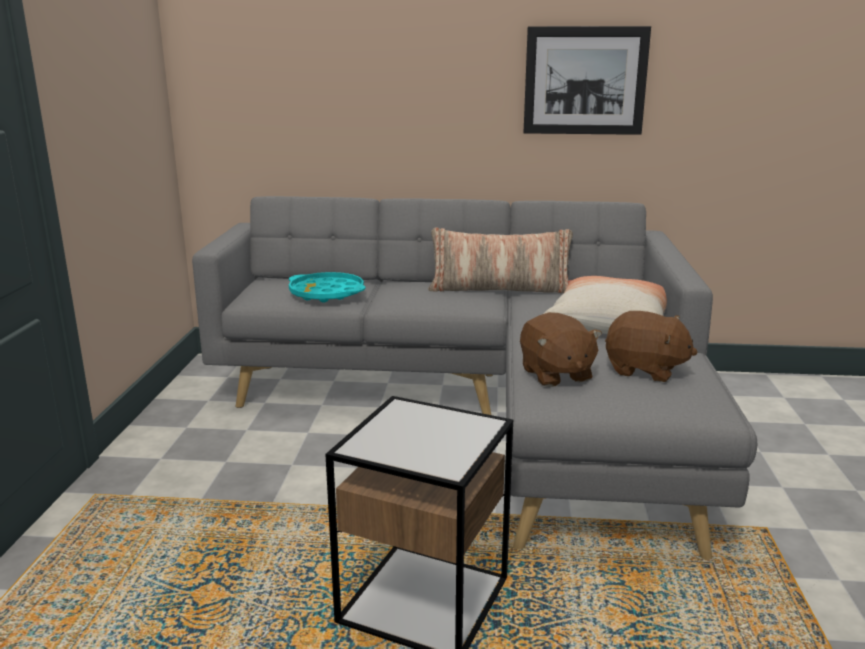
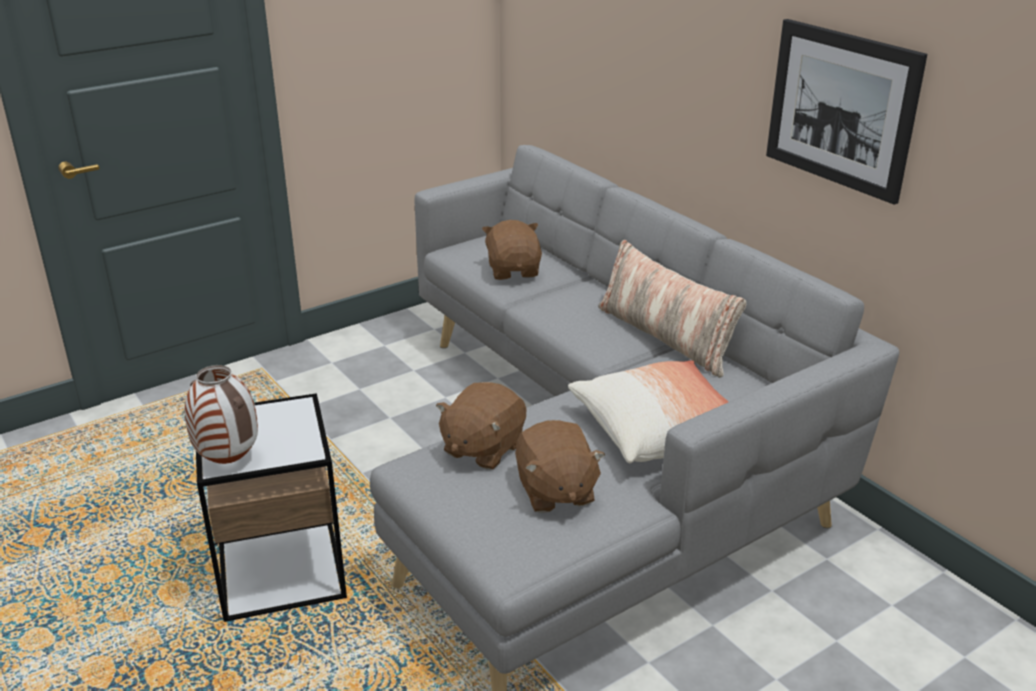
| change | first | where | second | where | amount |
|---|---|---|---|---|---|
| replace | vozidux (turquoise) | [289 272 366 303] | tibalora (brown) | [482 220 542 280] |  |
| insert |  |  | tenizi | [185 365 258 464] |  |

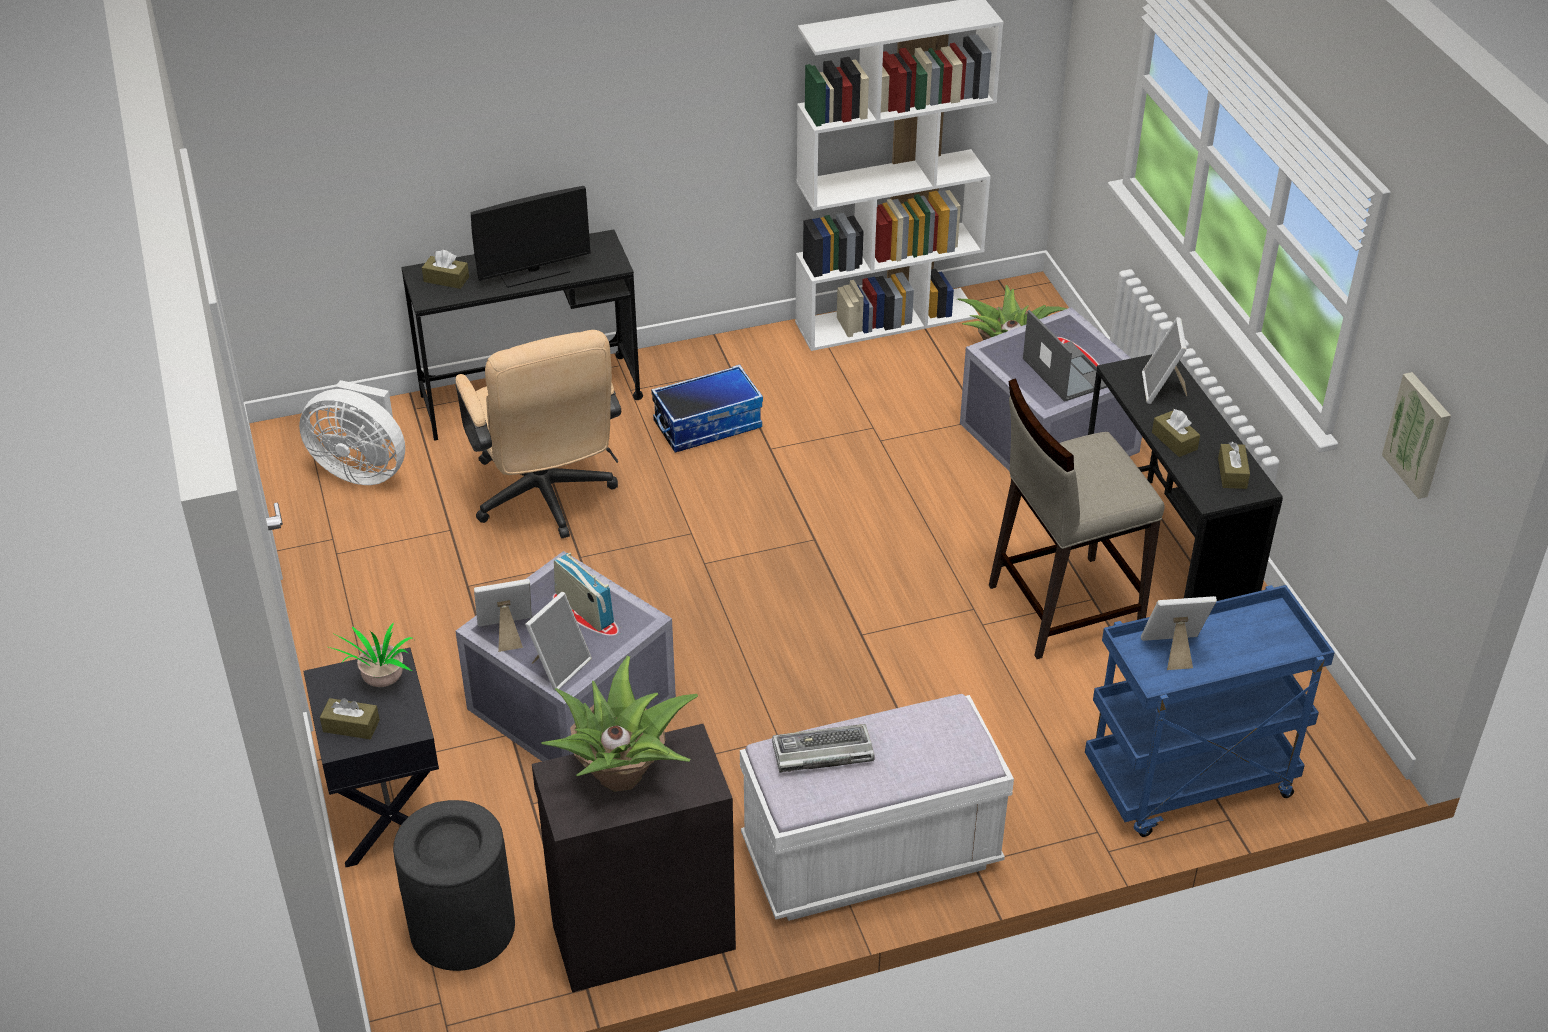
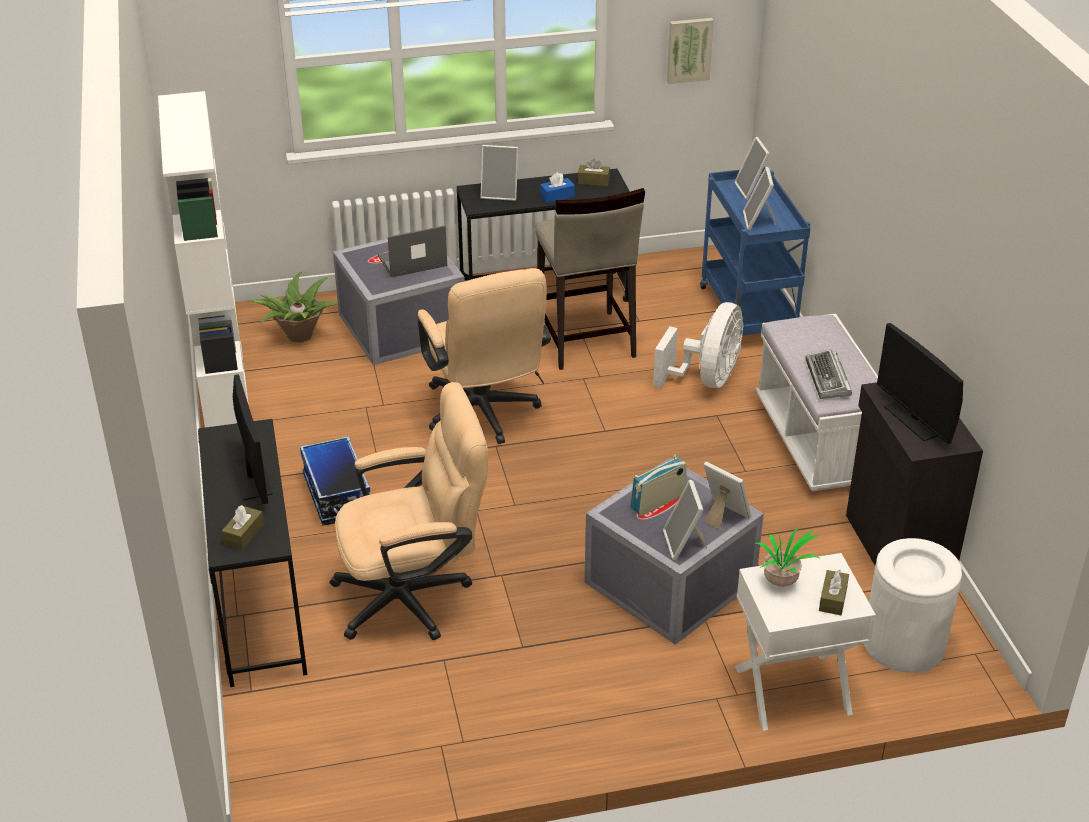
| change | first | where | second | where | amount |
|---|---|---|---|---|---|
| move | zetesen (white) | [299 380 405 485] |  | [653 302 743 388] |  |
| recolor | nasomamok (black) | [303 647 439 867] | nasomamok (white) | [735 553 876 731] |  |
| recolor | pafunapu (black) | [393 800 515 971] | pafunapu (white) | [864 538 962 673] |  |
| replace | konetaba | [541 656 698 792] | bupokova | [877 323 963 445] |  |
| recolor | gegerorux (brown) | [1152 409 1200 457] | gegerorux (blue) | [540 172 575 203] |  |
| insert |  |  | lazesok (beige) | [417 268 551 444] |  |
| insert |  |  | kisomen | [734 137 770 200] |  |

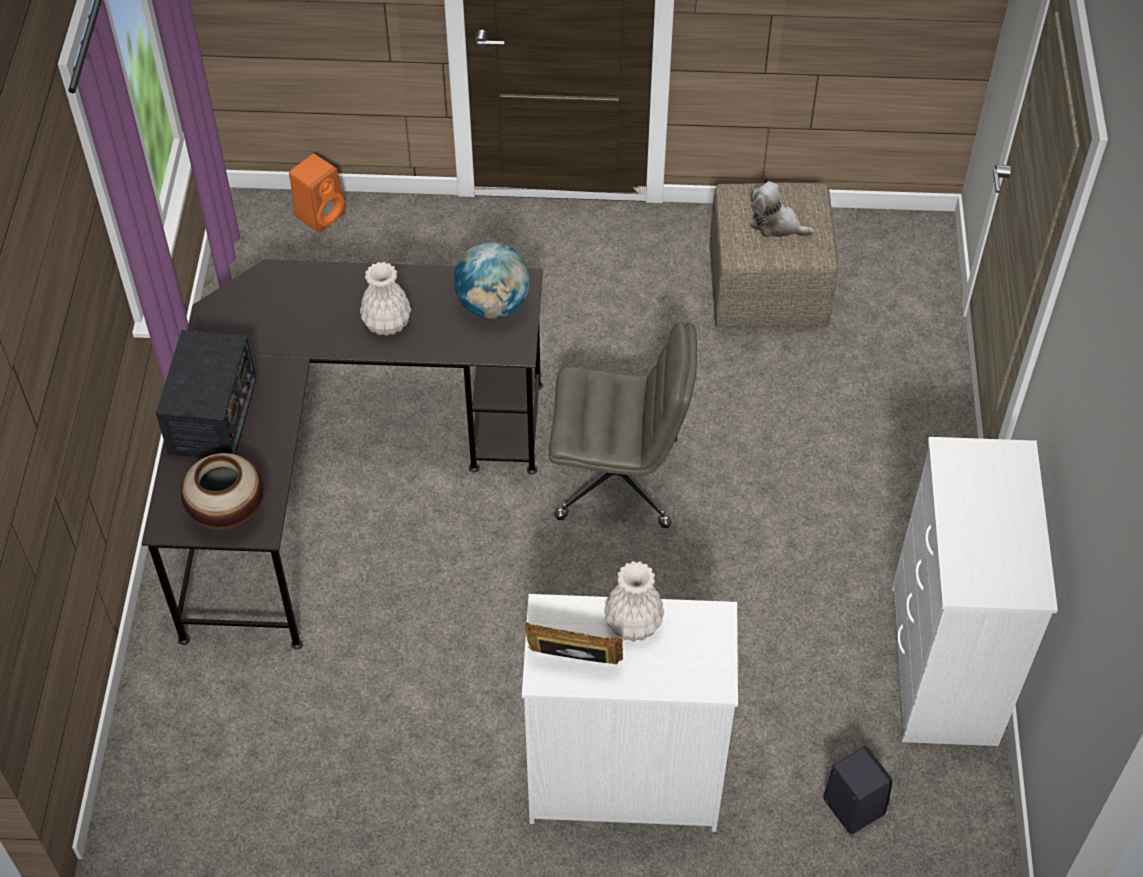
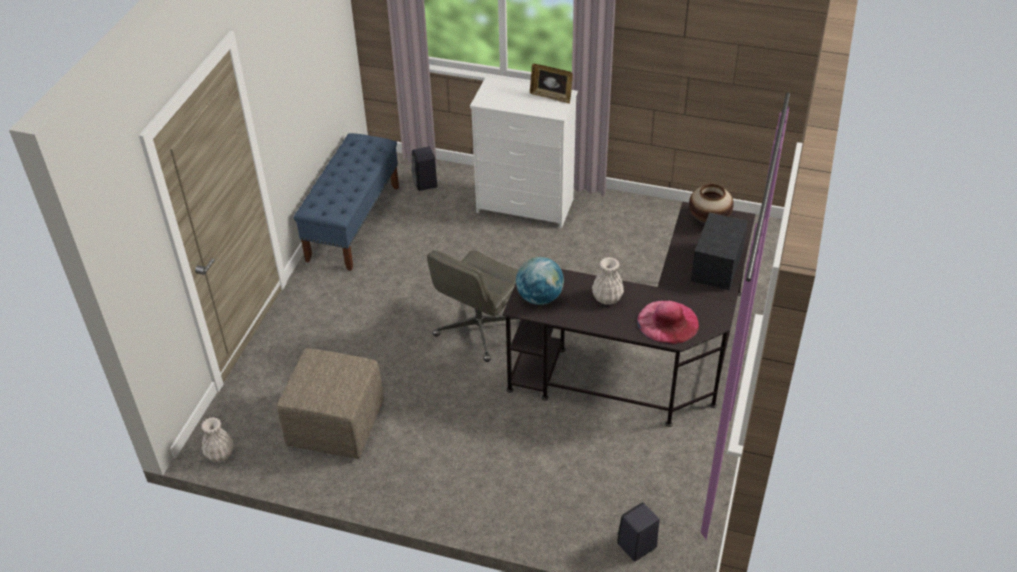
| change | first | where | second | where | amount |
|---|---|---|---|---|---|
| recolor | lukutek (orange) | [289 154 345 233] | lukutek (black) | [617 502 660 561] |  |
| rotate | lazesok (grey) | [549 322 697 528] |  | [427 250 521 362] | 75 degrees counterclockwise |
| move | tenizi (white) | [604 561 664 642] |  | [201 417 234 462] |  |
| delete | tibalora | [749 181 815 237] |  |  |  |
| replace | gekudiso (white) | [892 437 1058 746] | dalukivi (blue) | [294 133 399 271] |  |
| insert |  |  | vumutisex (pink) | [637 301 699 344] |  |

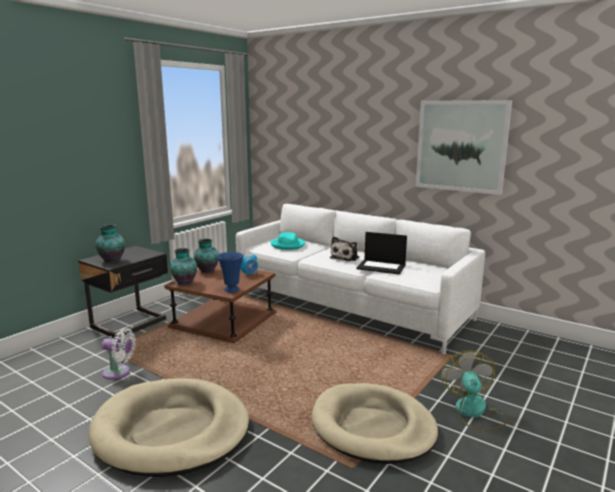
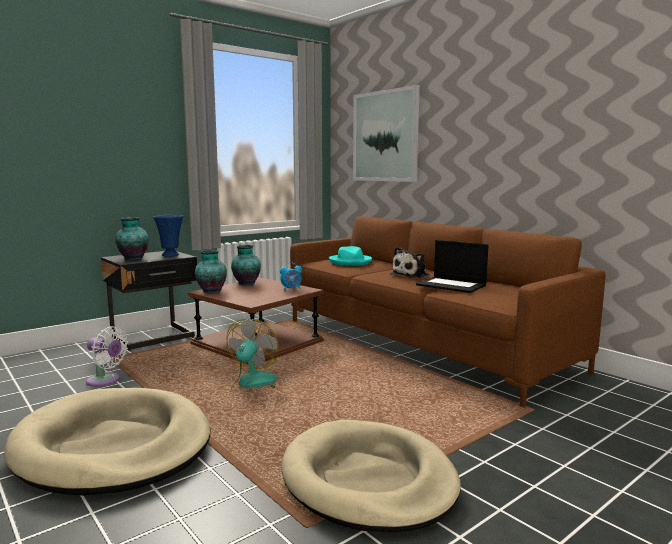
| change | first | where | second | where | amount |
|---|---|---|---|---|---|
| move | tenizi (blue) | [218 252 244 292] |  | [153 215 183 257] |  |
| recolor | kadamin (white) | [236 204 485 355] | kadamin (brown) | [290 216 605 407] |  |
| move | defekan | [416 100 512 195] |  | [353 85 420 182] |  |
| move | zetesen | [441 351 509 430] |  | [226 319 279 397] |  |

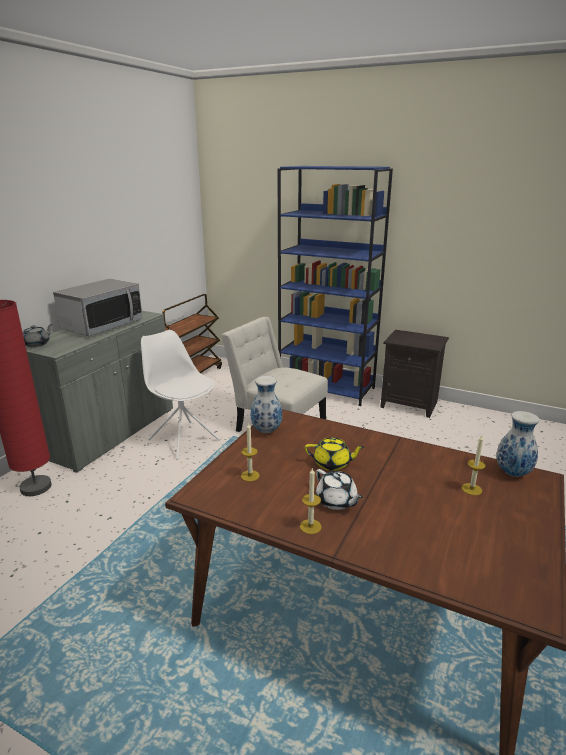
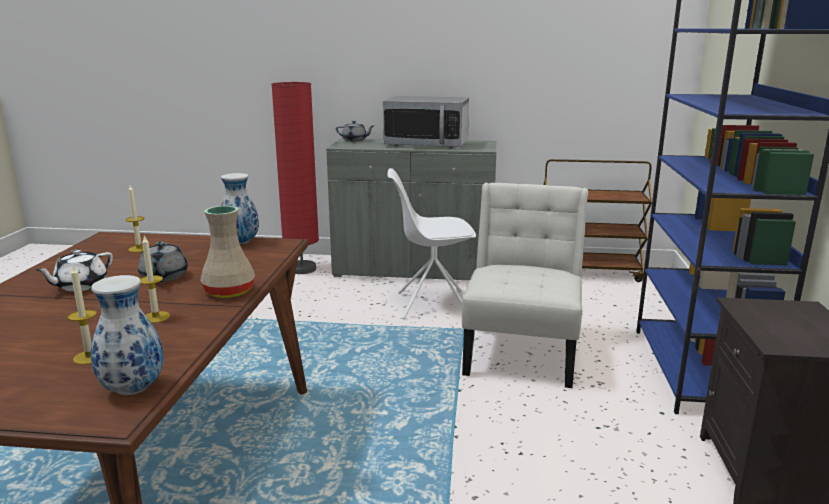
| change | first | where | second | where | amount |
|---|---|---|---|---|---|
| rotate | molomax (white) | [141 330 220 460] |  | [387 168 476 319] | 120 degrees counterclockwise |
| move | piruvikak | [300 467 322 534] |  | [140 235 170 323] |  |
| recolor | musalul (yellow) | [305 437 365 471] | musalul (grey) | [138 241 188 282] |  |
| insert |  |  | tenizi (beige) | [200 206 255 298] |  |

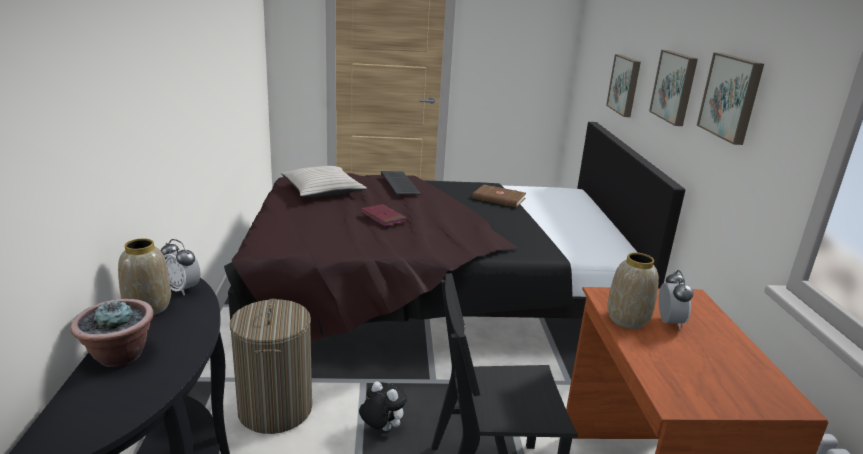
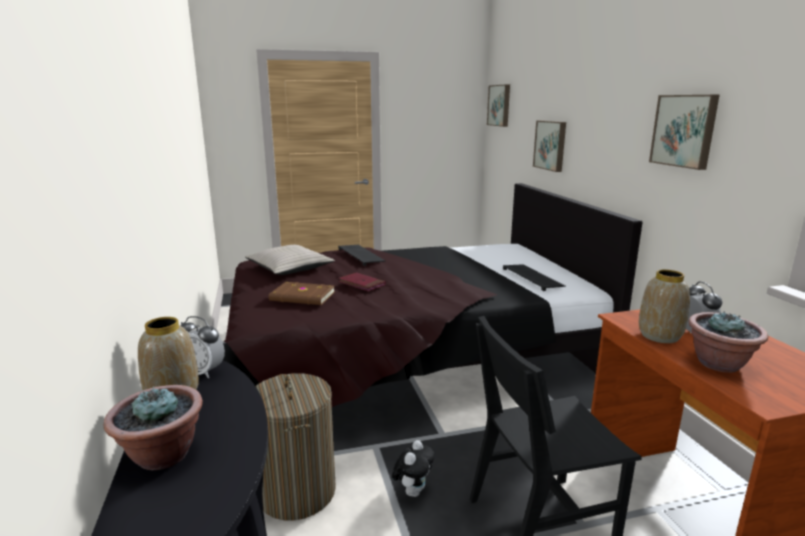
| change | first | where | second | where | amount |
|---|---|---|---|---|---|
| rotate | tibalora | [359 381 407 431] |  | [392 440 434 497] | 90 degrees clockwise |
| move | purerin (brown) | [472 184 526 208] |  | [269 282 335 305] |  |
| move | defekan | [649 50 698 126] |  | [487 84 510 127] |  |
| insert |  |  | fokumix | [503 264 566 291] |  |
| insert |  |  | konetaba | [689 311 769 373] |  |

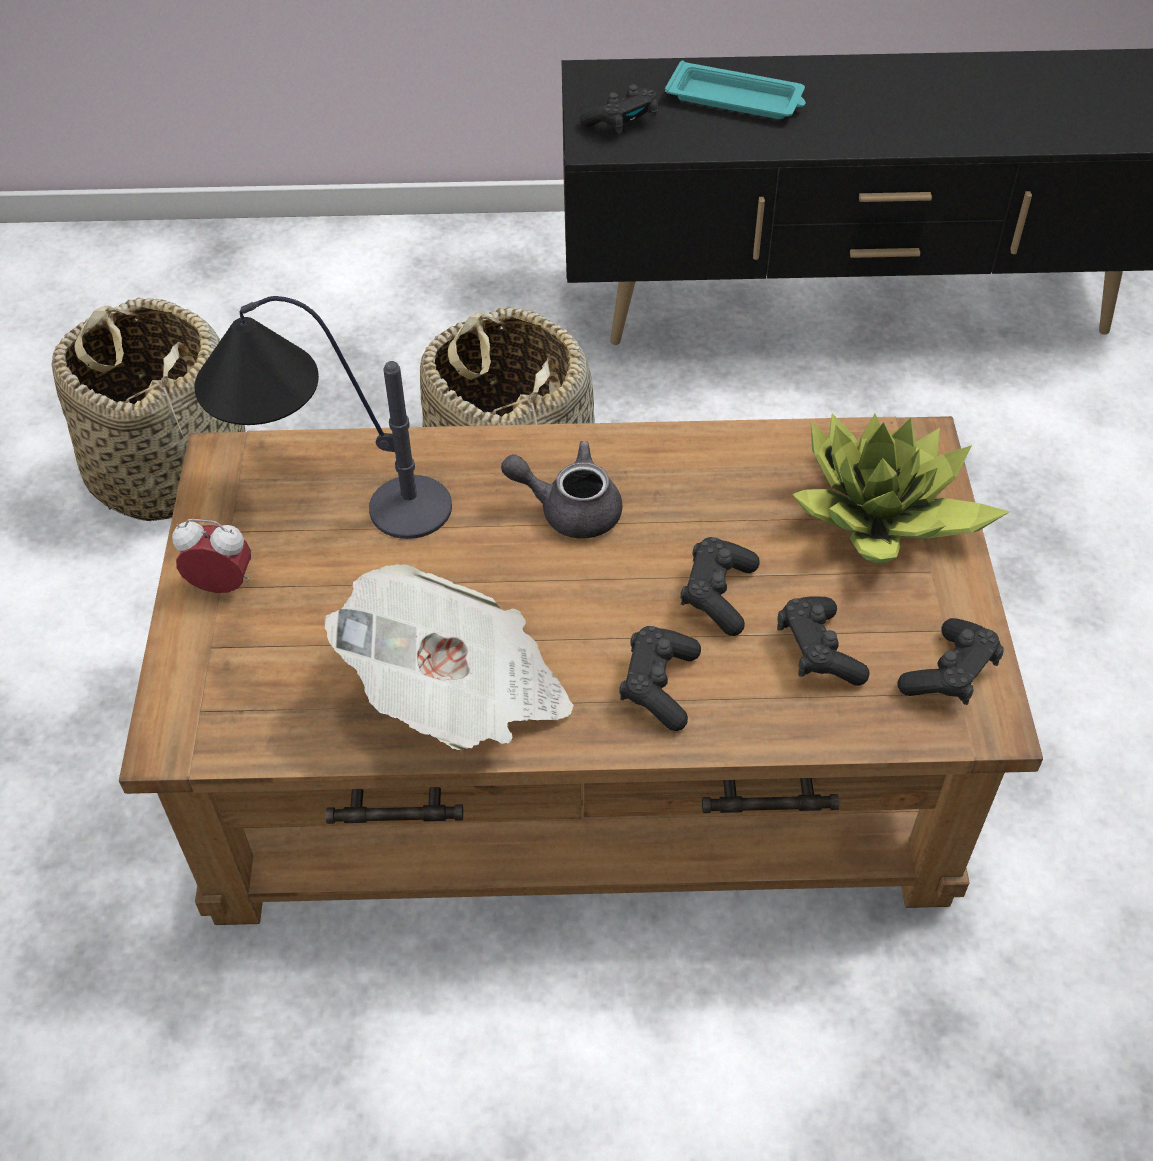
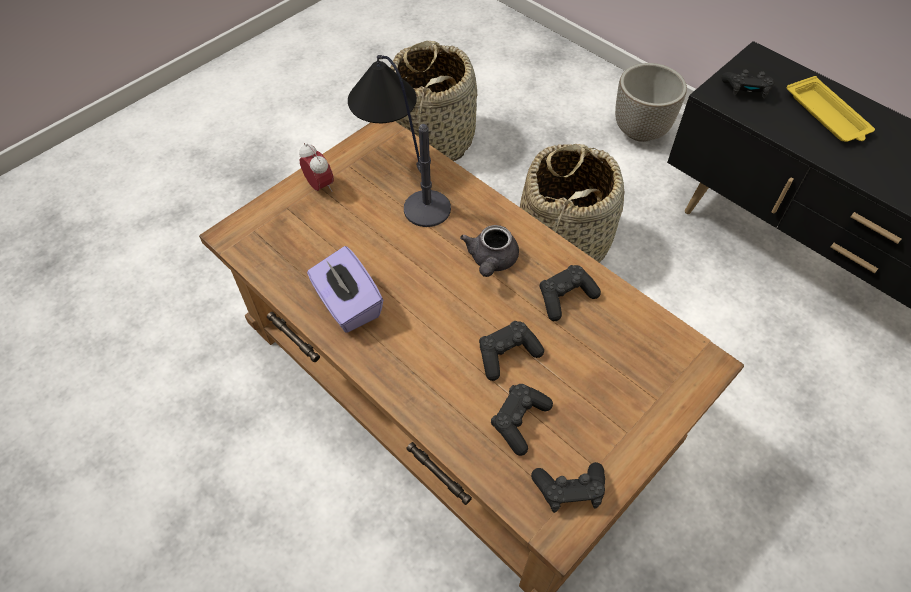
| change | first | where | second | where | amount |
|---|---|---|---|---|---|
| replace | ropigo | [324 564 574 751] | gegerorux (purple) | [307 246 383 333] |  |
| rotate | musalul (grey) | [501 441 623 539] |  | [460 225 519 277] | 135 degrees counterclockwise |
| move | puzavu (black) | [619 626 701 731] |  | [540 265 601 321] |  |
| recolor | vozidux (turquoise) | [665 60 806 119] | vozidux (yellow) | [787 76 875 142] |  |
| delete | konetaba | [792 413 1010 563] |  |  |  |
| insert |  |  | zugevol | [615 63 687 142] |  |

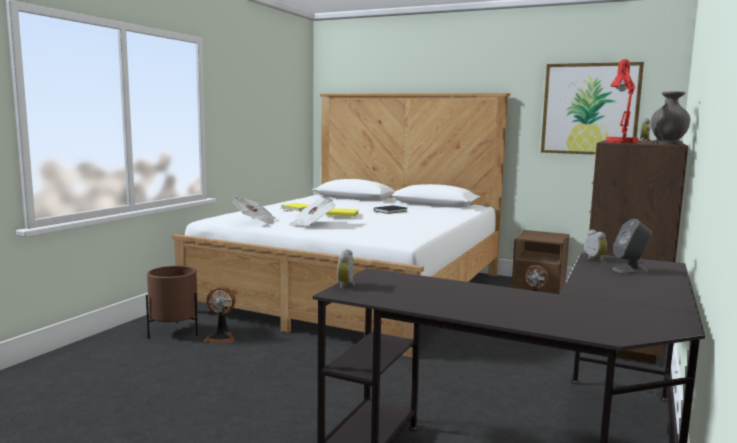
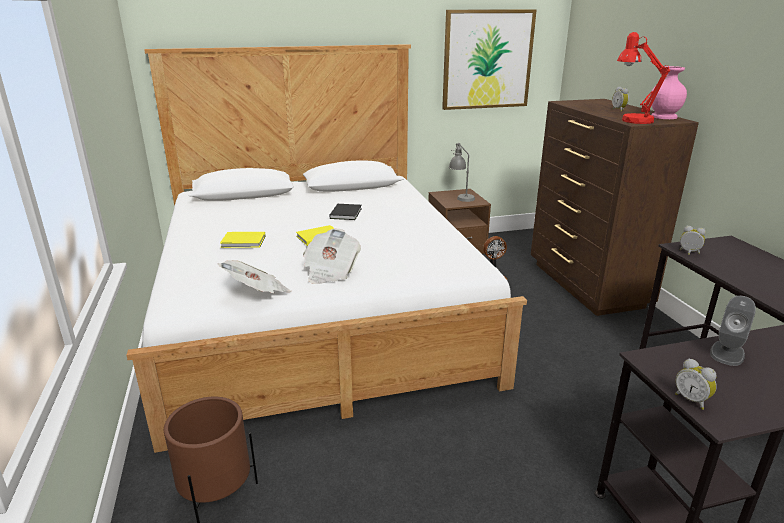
| change | first | where | second | where | amount |
|---|---|---|---|---|---|
| delete | zetesen | [204 286 235 343] |  |  |  |
| move | lukutek (grey) | [612 219 652 274] |  | [710 296 756 366] |  |
| recolor | tenizi (grey) | [651 92 690 144] | tenizi (pink) | [650 66 687 119] |  |
| insert |  |  | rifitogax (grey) | [449 143 475 202] |  |

